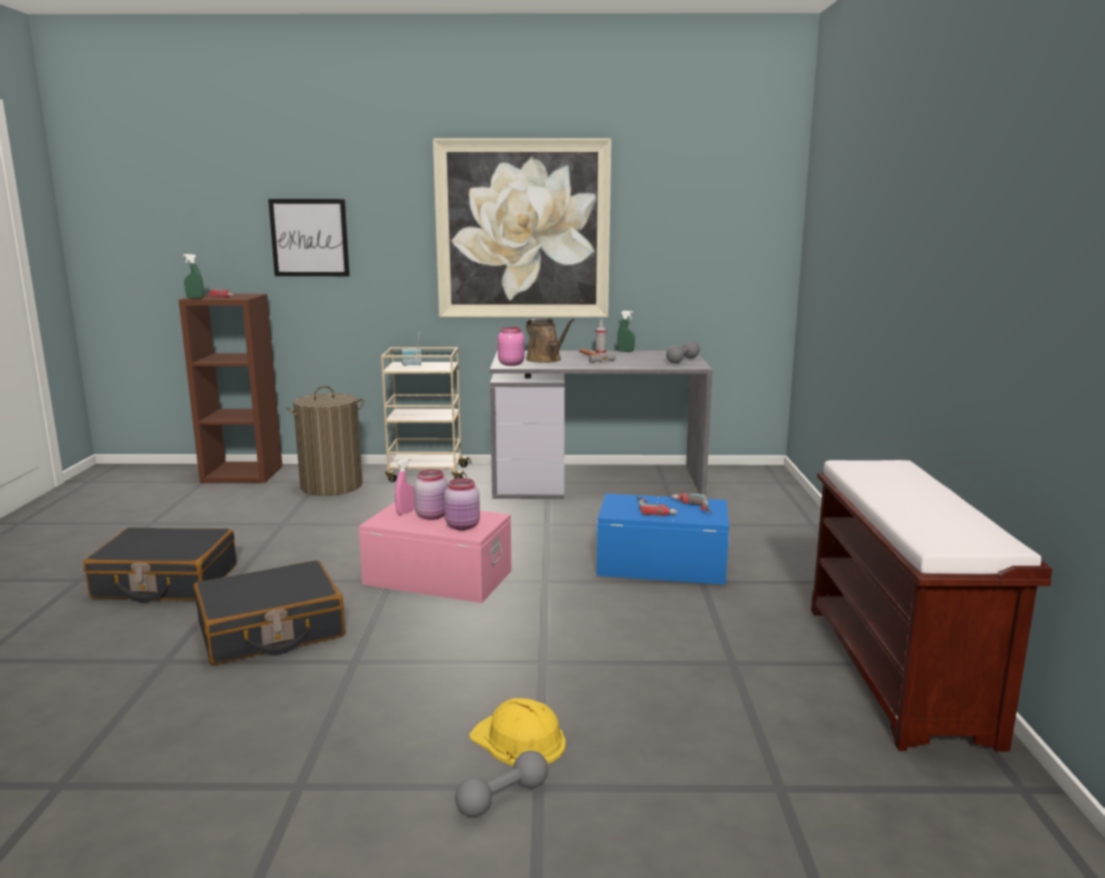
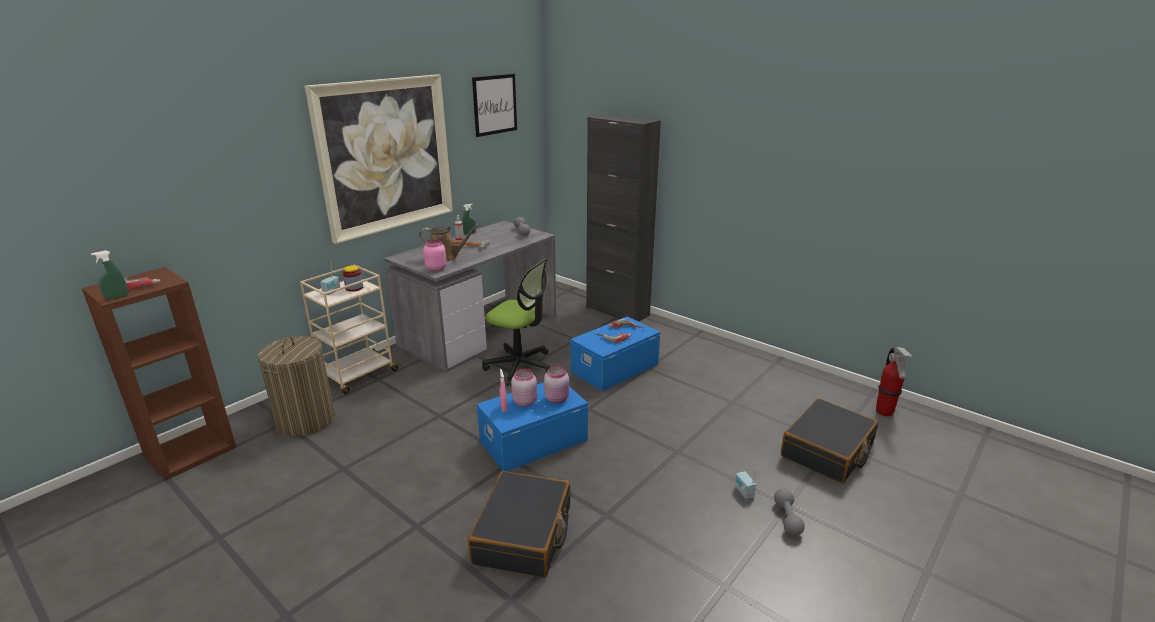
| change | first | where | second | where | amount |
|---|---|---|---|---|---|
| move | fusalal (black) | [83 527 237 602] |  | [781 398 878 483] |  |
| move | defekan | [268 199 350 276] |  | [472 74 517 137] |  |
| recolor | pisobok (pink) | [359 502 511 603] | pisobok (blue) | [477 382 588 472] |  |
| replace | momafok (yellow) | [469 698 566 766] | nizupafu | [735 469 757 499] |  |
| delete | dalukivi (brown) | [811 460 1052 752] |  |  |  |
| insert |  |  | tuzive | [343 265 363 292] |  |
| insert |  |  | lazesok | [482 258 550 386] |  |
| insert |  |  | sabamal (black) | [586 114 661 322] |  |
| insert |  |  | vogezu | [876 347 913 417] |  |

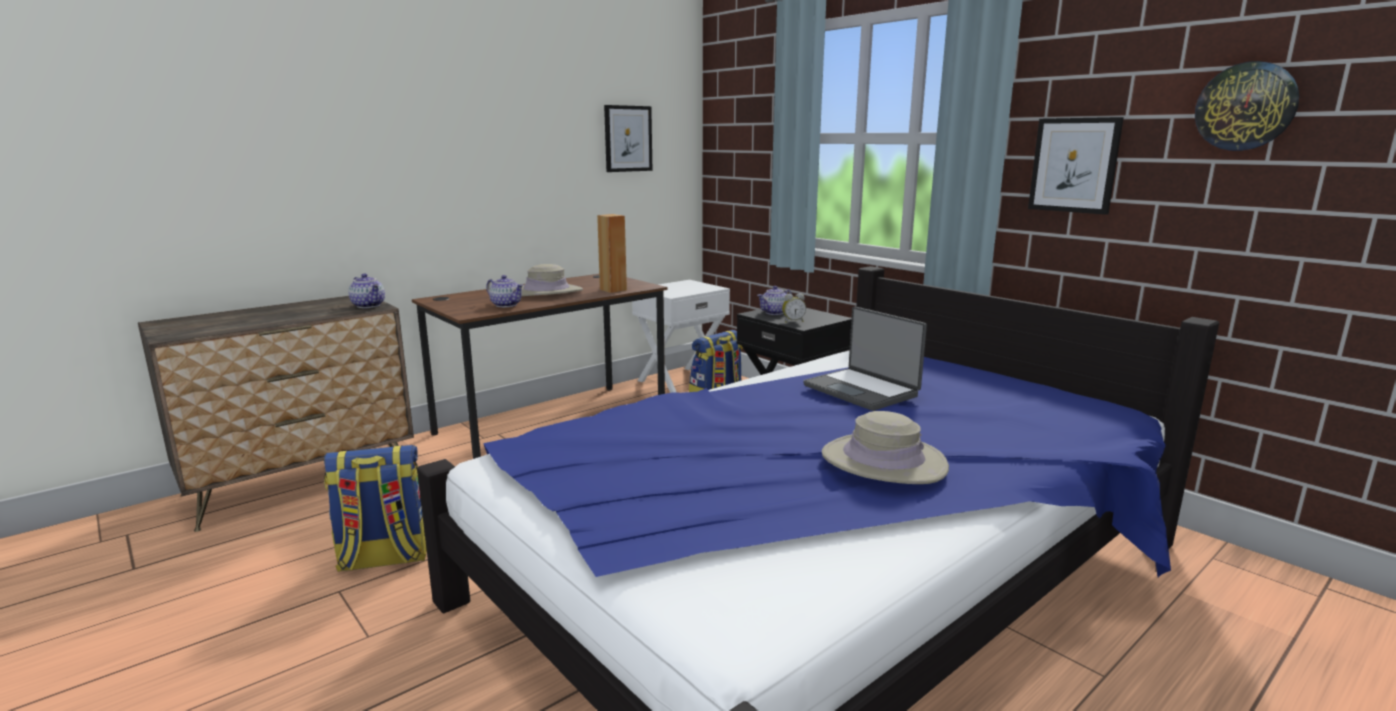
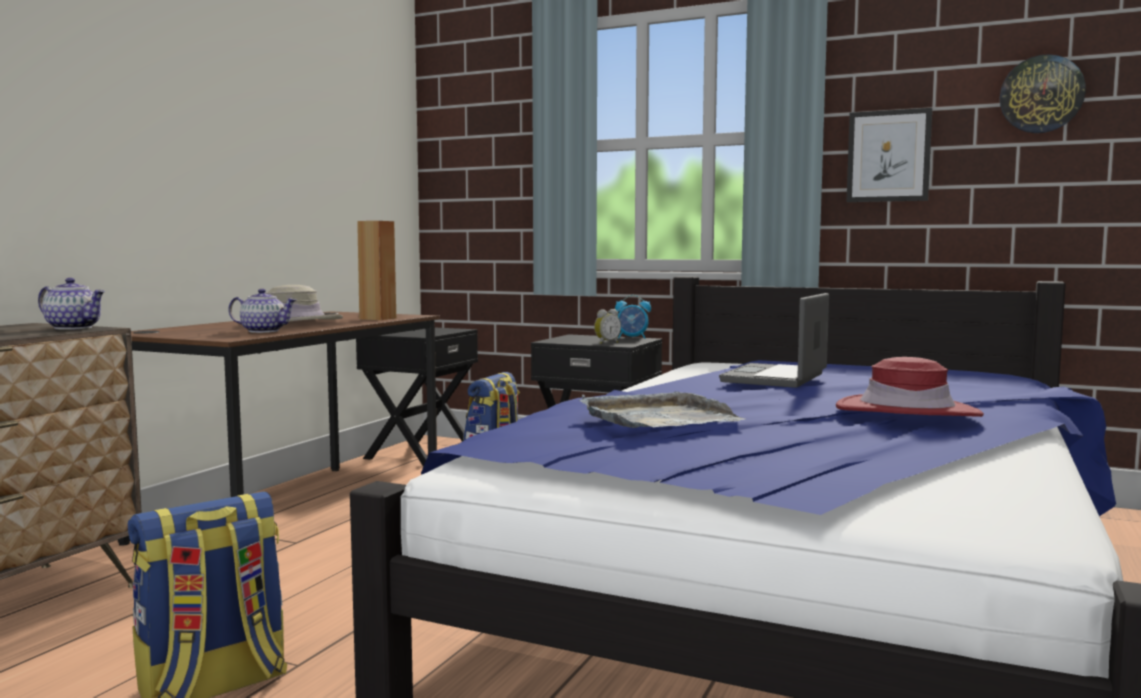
| change | first | where | second | where | amount |
|---|---|---|---|---|---|
| delete | defekan | [604 105 652 172] |  |  |  |
| recolor | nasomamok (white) | [632 280 730 393] | nasomamok (black) | [356 328 478 466] |  |
| delete | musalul | [757 286 792 315] |  |  |  |
| rotate | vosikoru | [803 306 927 411] |  | [719 293 829 388] | 90 degrees clockwise |
| recolor | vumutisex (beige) | [822 411 949 484] | vumutisex (red) | [836 357 984 417] |  |
| insert |  |  | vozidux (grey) | [579 392 745 428] |  |
| insert |  |  | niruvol | [615 295 651 339] |  |

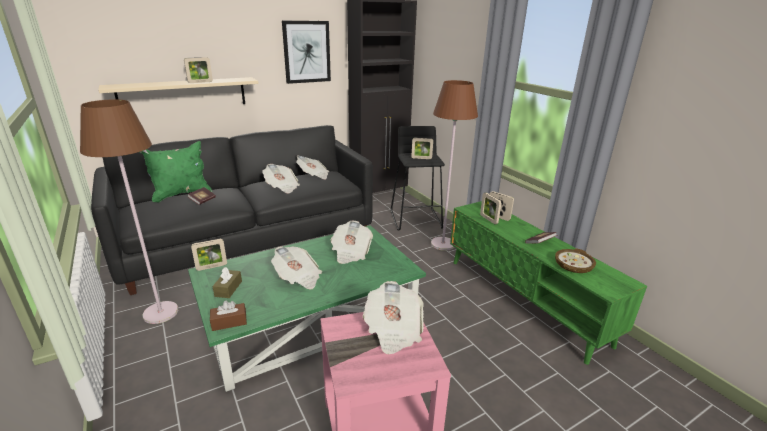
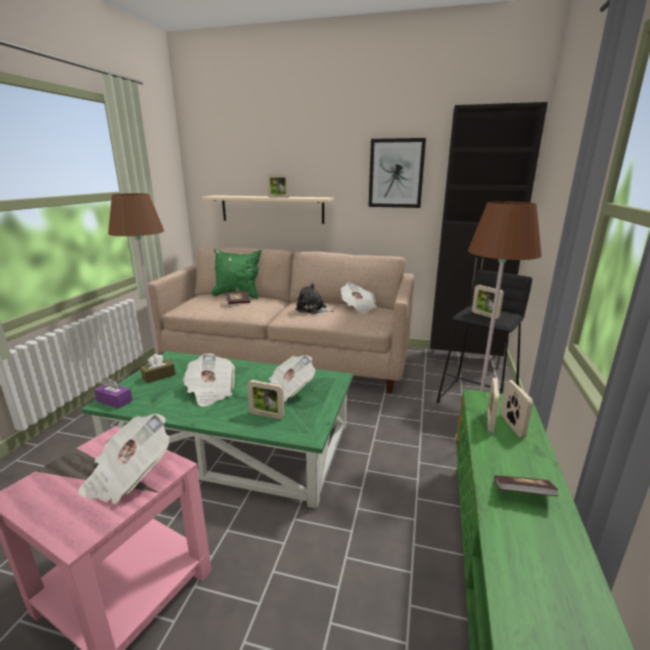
| change | first | where | second | where | amount |
|---|---|---|---|---|---|
| recolor | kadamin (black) | [91 125 373 295] | kadamin (beige) | [147 247 414 393] |  |
| move | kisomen | [191 239 227 271] |  | [247 380 284 419] |  |
| recolor | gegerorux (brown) | [210 300 247 331] | gegerorux (purple) | [94 377 133 409] |  |
| replace | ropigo | [262 164 300 193] | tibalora | [295 283 334 314] |  |
| delete | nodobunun | [555 249 596 273] |  |  |  |

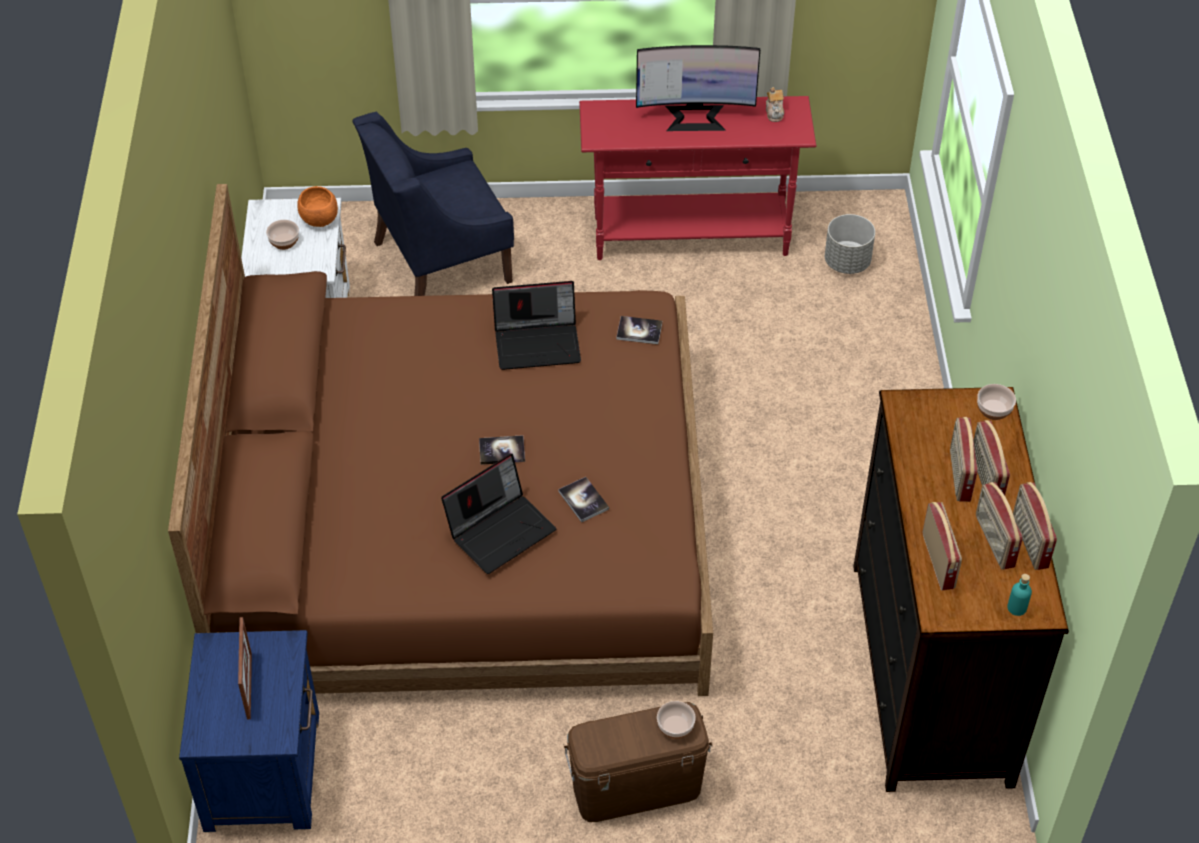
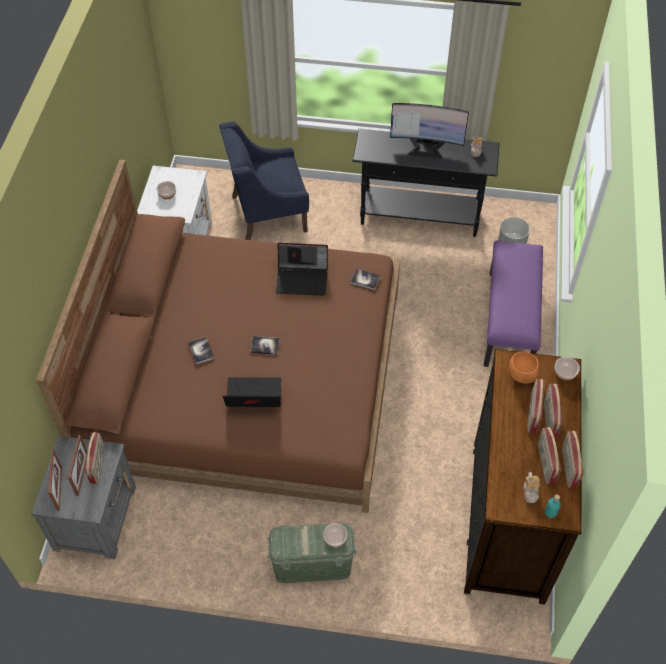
| change | first | where | second | where | amount |
|---|---|---|---|---|---|
| recolor | nasomamok (blue) | [179 630 319 832] | nasomamok (grey) | [31 436 136 559] |  |
| move | nodobunun (orange) | [297 186 338 227] |  | [509 351 540 384] |  |
| rotate | vosikoru | [441 454 556 574] |  | [223 377 282 407] | 150 degrees counterclockwise |
| move | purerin | [558 477 609 523] |  | [188 337 214 364] |  |
| recolor | pisobok (brown) | [564 702 712 822] | pisobok (green) | [267 522 357 583] |  |
| recolor | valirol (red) | [579 96 816 260] | valirol (black) | [353 129 500 237] |  |
| move | nizupafu | [923 502 962 590] |  | [85 432 105 484] |  |
| insert |  |  | kisomen | [48 449 62 511] |  |
| insert |  |  | dalukivi (purple) | [484 241 543 367] |  |
| insert |  |  | musalul | [523 472 540 503] |  |

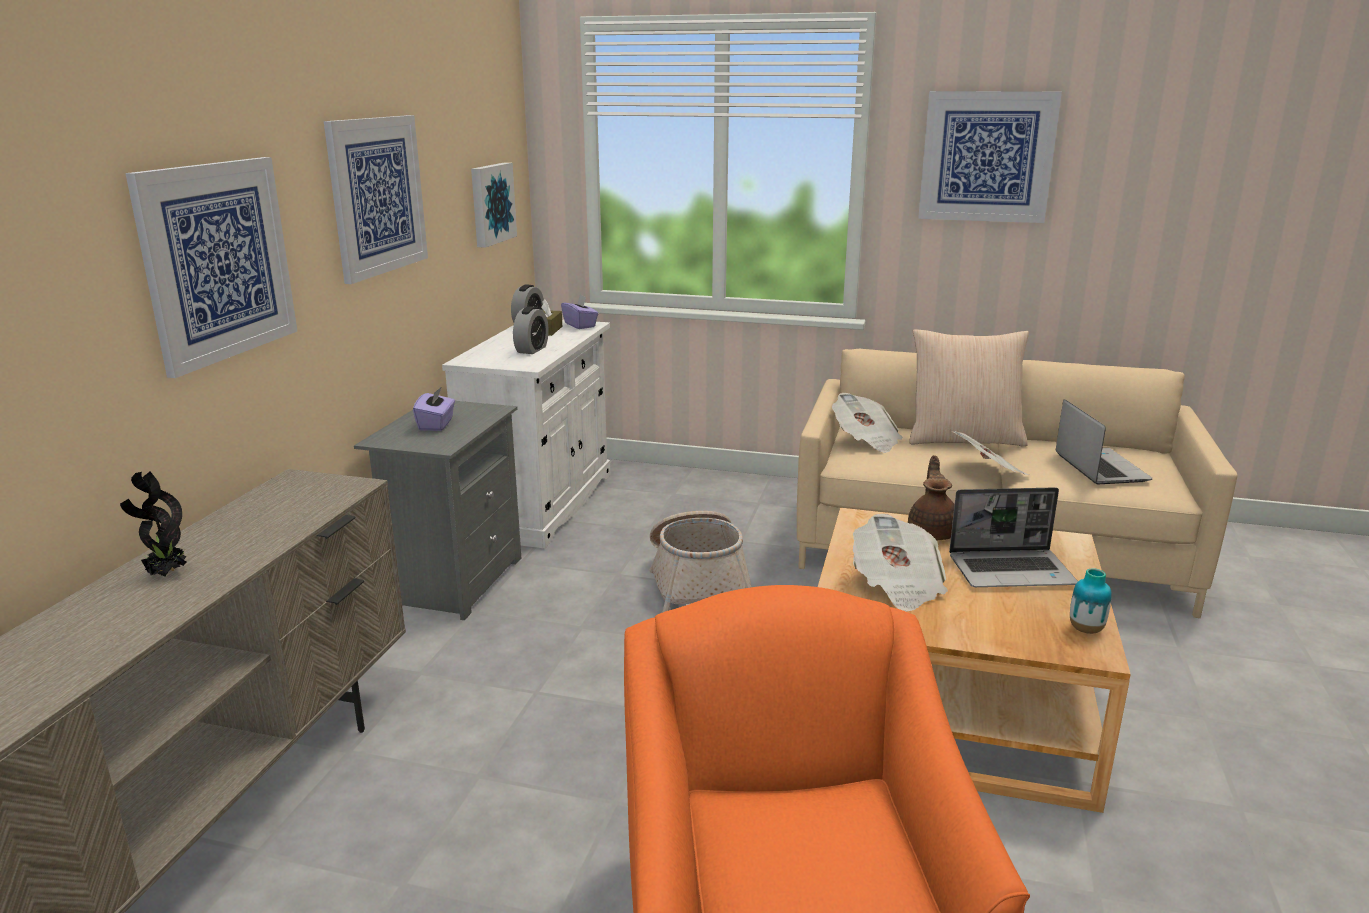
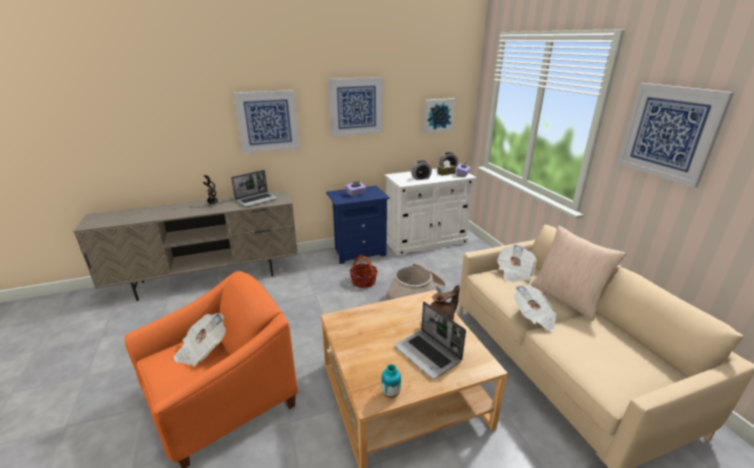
| change | first | where | second | where | amount |
|---|---|---|---|---|---|
| recolor | nasomamok (grey) | [354 401 521 620] | nasomamok (blue) | [326 186 390 264] |  |
| move | ropigo | [853 514 948 612] |  | [173 313 226 367] |  |
| move | vosikoru | [1056 399 1153 484] |  | [231 170 278 207] |  |
| insert |  |  | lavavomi | [350 255 378 288] |  |

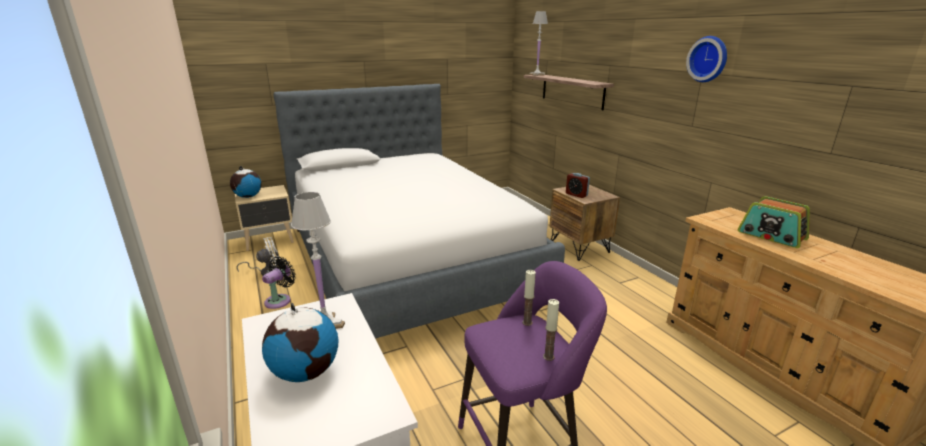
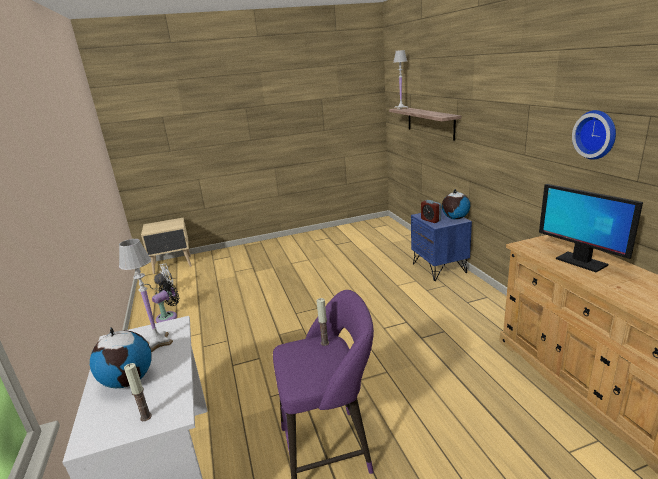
| change | first | where | second | where | amount |
|---|---|---|---|---|---|
| move | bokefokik | [230 166 262 198] |  | [442 189 470 220] |  |
| delete | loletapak | [273 84 565 338] |  |  |  |
| move | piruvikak | [543 299 559 361] |  | [124 363 152 421] |  |
| recolor | nasomamok (brown) | [549 185 620 261] | nasomamok (blue) | [411 209 472 281] |  |
| move | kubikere | [686 36 727 82] |  | [572 110 616 160] |  |
| replace | nizupafu | [737 196 810 248] | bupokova | [539 184 643 272] |  |

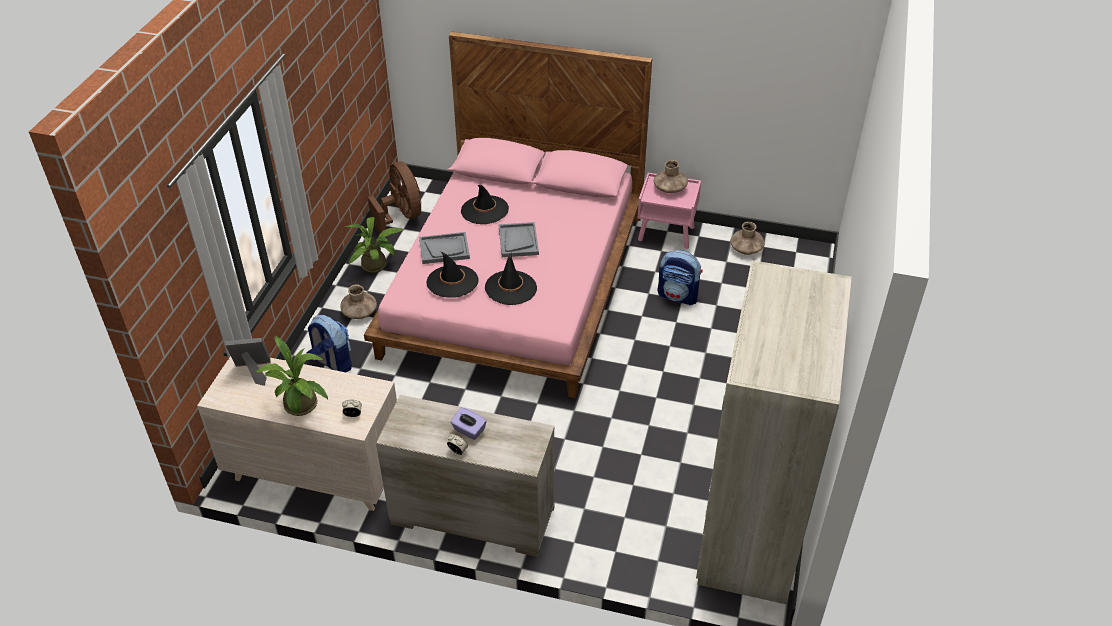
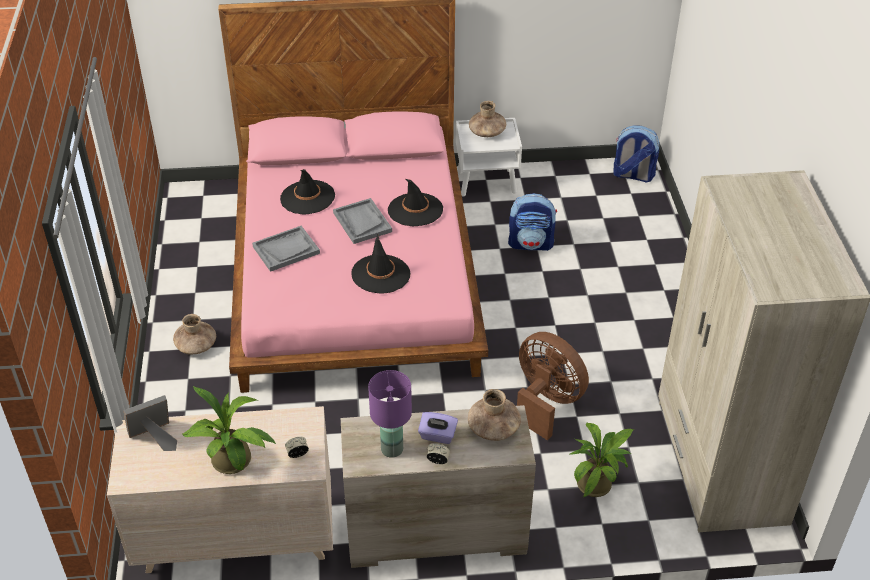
| change | first | where | second | where | amount |
|---|---|---|---|---|---|
| move | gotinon | [306 315 352 372] |  | [613 126 659 182] |  |
| move | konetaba | [344 217 403 273] |  | [570 422 634 498] |  |
| move | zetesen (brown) | [368 161 421 234] |  | [517 332 589 440] |  |
| move | vumutisex (black) | [426 251 479 298] |  | [388 179 443 226] |  |
| recolor | nasomamok (pink) | [638 173 701 249] | nasomamok (white) | [456 118 522 196] |  |
| move | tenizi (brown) | [730 222 765 255] |  | [468 389 521 441] |  |
| insert |  |  | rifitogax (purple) | [368 370 412 458] |  |

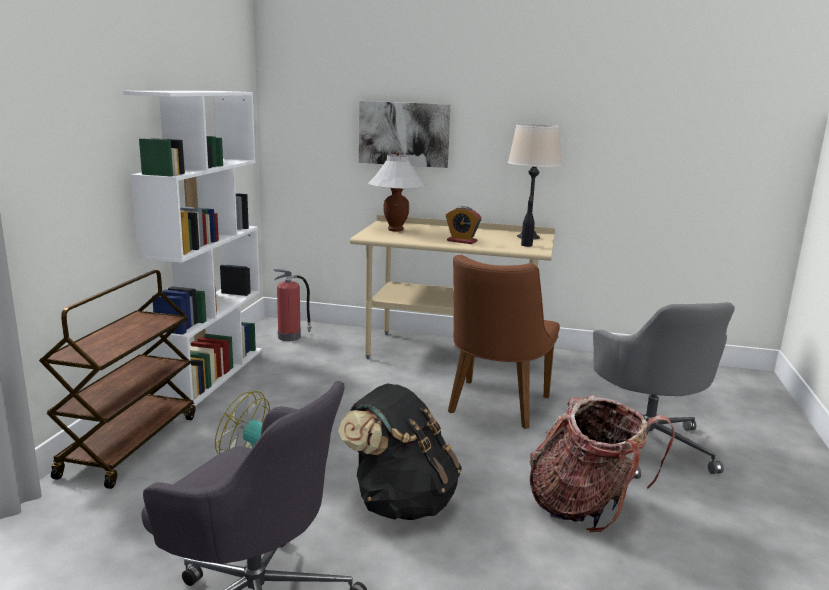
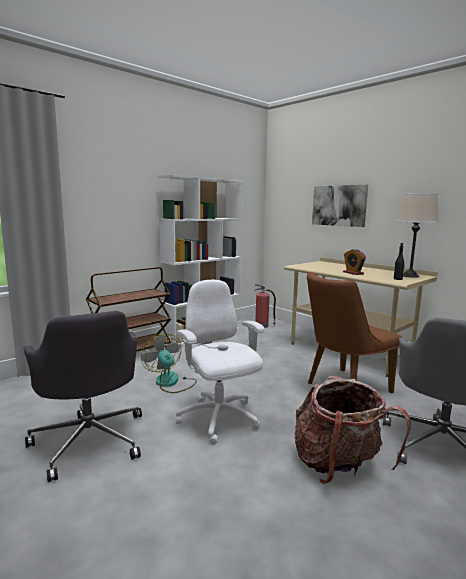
| change | first | where | second | where | amount |
|---|---|---|---|---|---|
| replace | gotinon (black) | [338 383 462 520] | lazesok (white) | [176 280 265 444] |  |
| delete | rifitogax (white) | [368 152 426 232] |  |  |  |

